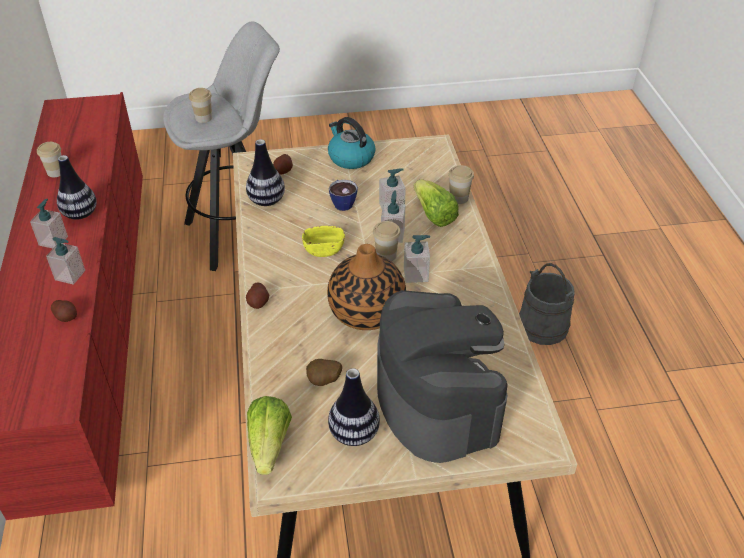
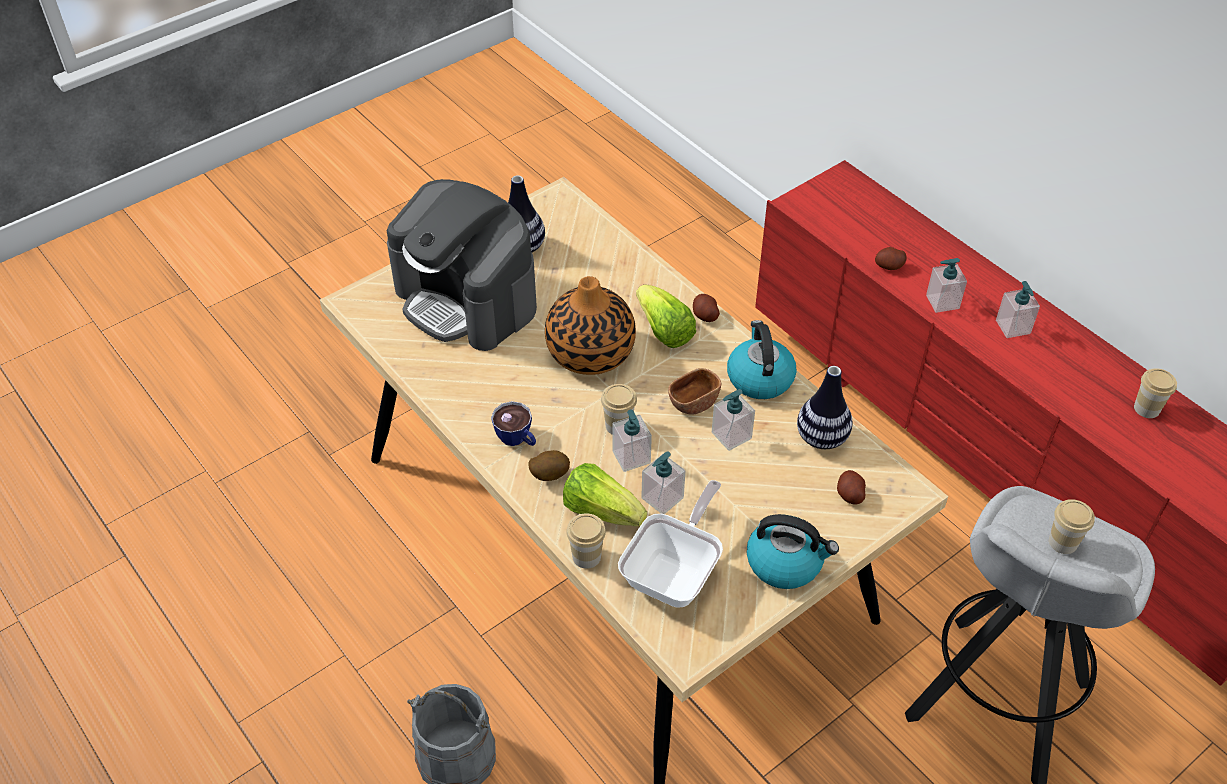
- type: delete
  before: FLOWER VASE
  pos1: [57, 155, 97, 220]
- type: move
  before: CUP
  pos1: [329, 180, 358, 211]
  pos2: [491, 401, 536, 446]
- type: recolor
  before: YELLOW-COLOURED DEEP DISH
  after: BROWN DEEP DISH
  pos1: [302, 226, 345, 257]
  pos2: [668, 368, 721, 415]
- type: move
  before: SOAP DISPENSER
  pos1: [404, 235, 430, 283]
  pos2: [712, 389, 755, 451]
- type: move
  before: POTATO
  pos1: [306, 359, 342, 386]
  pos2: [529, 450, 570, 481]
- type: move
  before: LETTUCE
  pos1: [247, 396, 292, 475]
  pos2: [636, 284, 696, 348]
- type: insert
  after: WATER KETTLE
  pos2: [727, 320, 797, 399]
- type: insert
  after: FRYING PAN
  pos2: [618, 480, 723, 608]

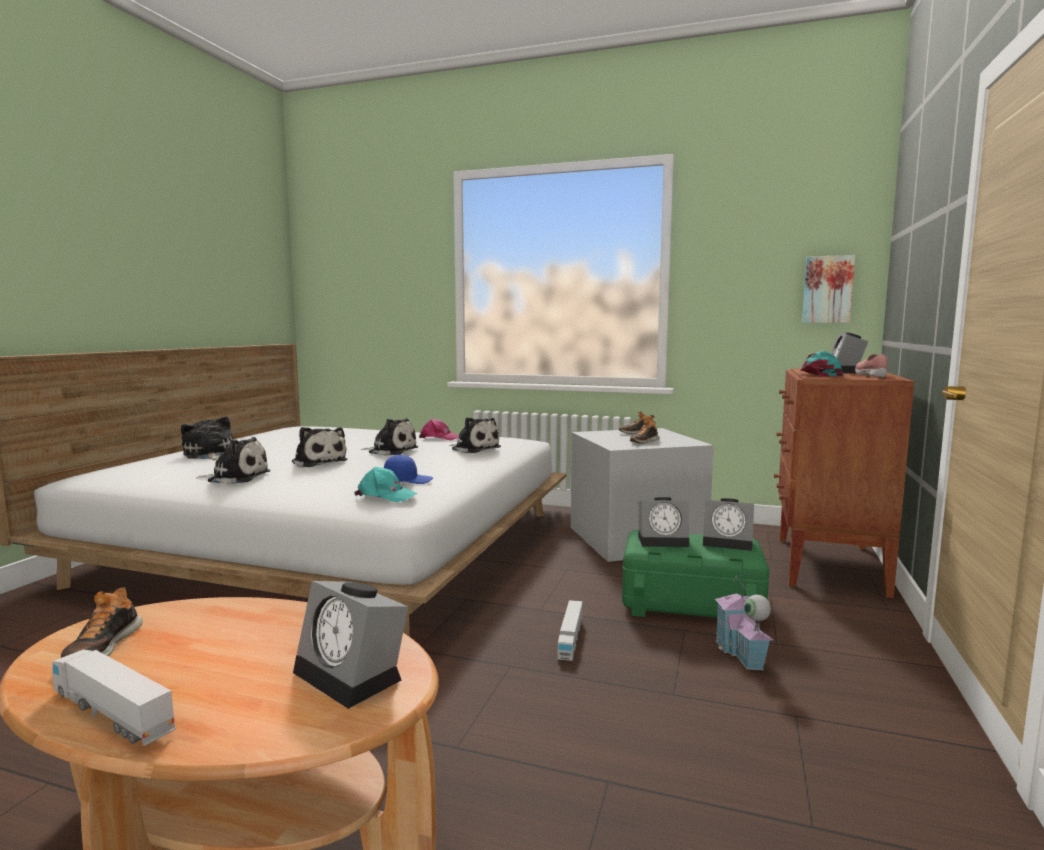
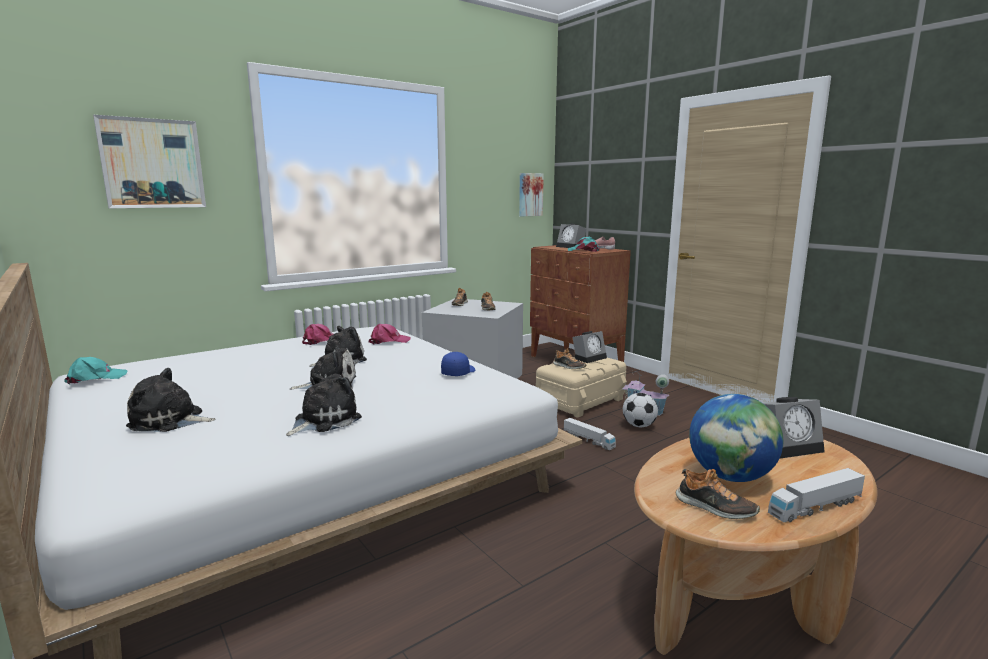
- type: replace
  before: SOFT TOY
  after: PINK-COLOURED BASEBALL CAP
  pos1: [449, 417, 501, 453]
  pos2: [369, 324, 410, 345]
- type: move
  before: TURQUOISE-COLOURED BASEBALL CAP
  pos1: [354, 467, 418, 502]
  pos2: [64, 357, 127, 385]
- type: replace
  before: BEDSIDE CLOCK
  after: ITEM OF FOOTWEAR
  pos1: [638, 497, 689, 547]
  pos2: [553, 349, 586, 369]
- type: recolor
  before: GREEN STORAGE CONTAINER
  after: SAND-COLOURED STORAGE CONTAINER
  pos1: [622, 530, 769, 622]
  pos2: [536, 358, 627, 418]
- type: insert
  after: WALL ART
  pos2: [93, 115, 206, 208]
- type: insert
  after: FOOTBALL BALL
  pos2: [623, 393, 658, 427]
- type: insert
  after: DESK GLOBE
  pos2: [689, 394, 783, 482]

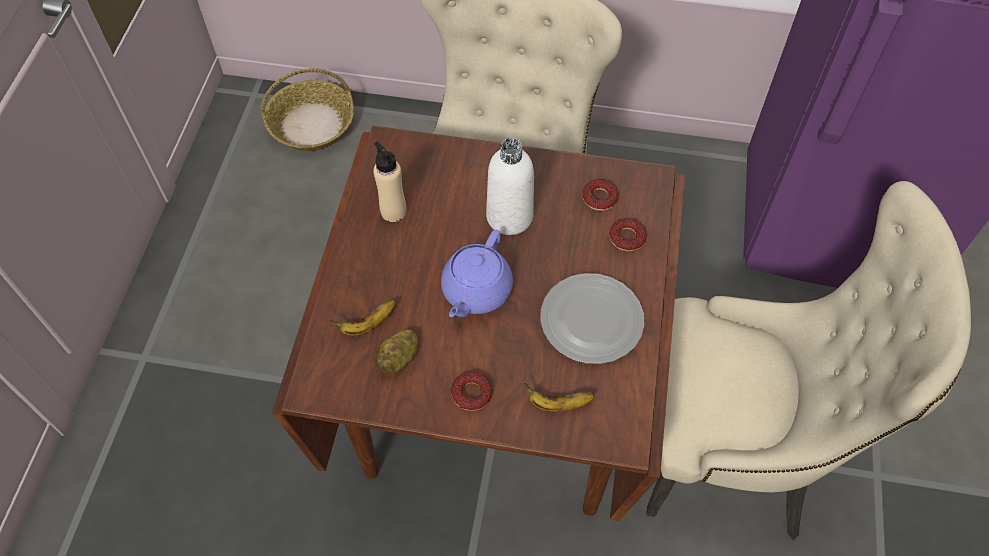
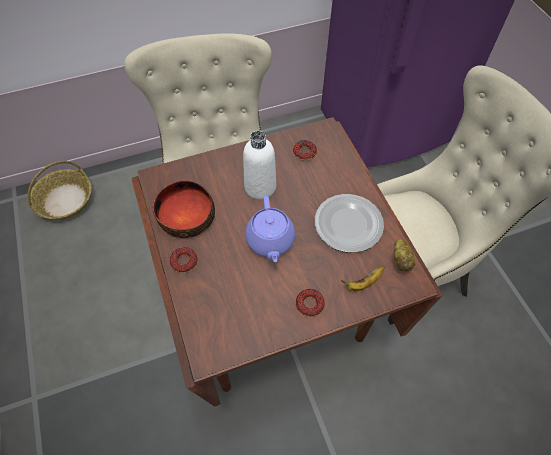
- type: replace
  before: SAND-COLOURED DRINK BOTTLE
  after: DEEP DISH
  pos1: [373, 142, 406, 222]
  pos2: [153, 181, 215, 238]
- type: move
  before: RING DOUGHNUT
  pos1: [609, 218, 647, 251]
  pos2: [170, 247, 197, 273]
- type: delete
  before: BANANA
  pos1: [329, 299, 395, 336]
- type: move
  before: POTATO
  pos1: [374, 329, 418, 374]
  pos2: [394, 239, 416, 271]

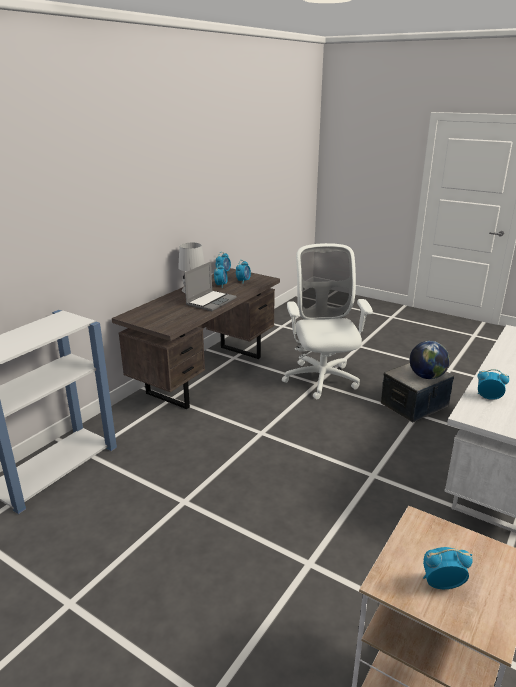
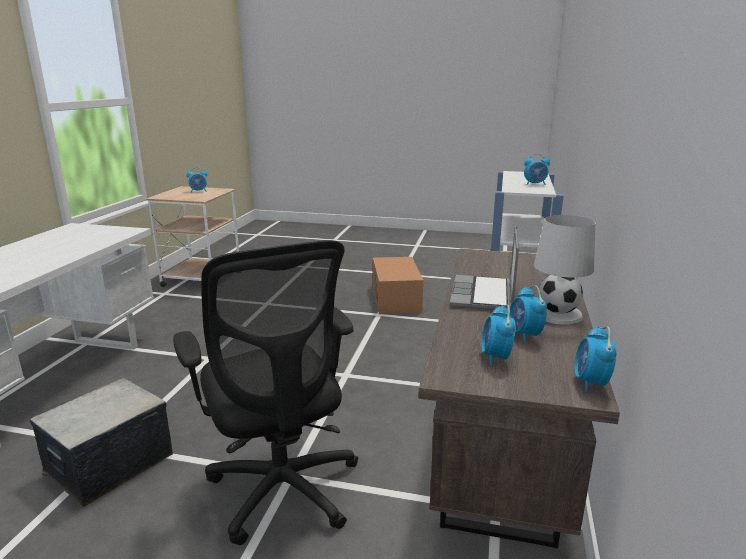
- type: recolor
  before: WHITE-COLOURED OFFICE CHAIR
  after: BLACK OFFICE CHAIR
  pos1: [282, 243, 373, 399]
  pos2: [173, 240, 358, 545]
- type: delete
  before: DESK GLOBE
  pos1: [410, 341, 450, 379]
- type: move
  before: BEDSIDE CLOCK
  pos1: [478, 369, 509, 400]
  pos2: [524, 154, 550, 185]
- type: insert
  after: CARDBOARD BOX
  pos2: [373, 257, 423, 314]

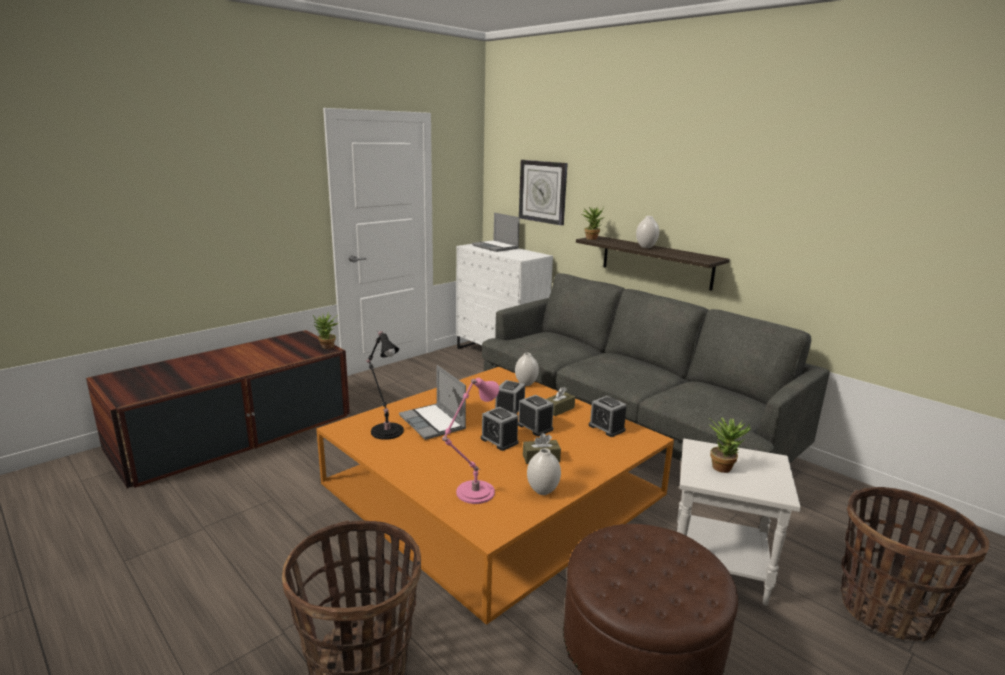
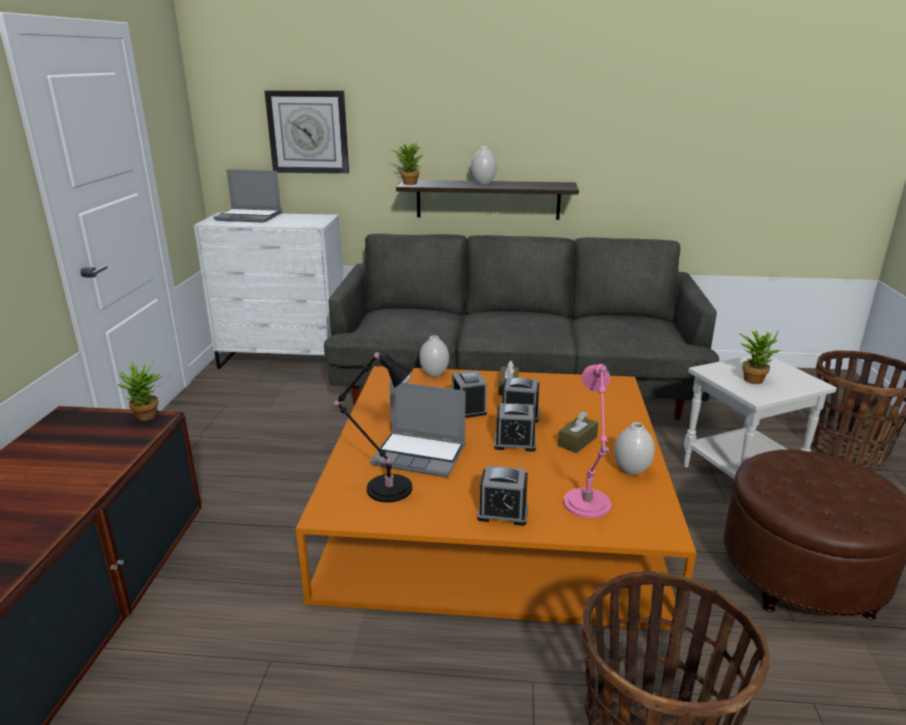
- type: move
  before: BEDSIDE CLOCK
  pos1: [589, 396, 627, 437]
  pos2: [477, 465, 528, 526]

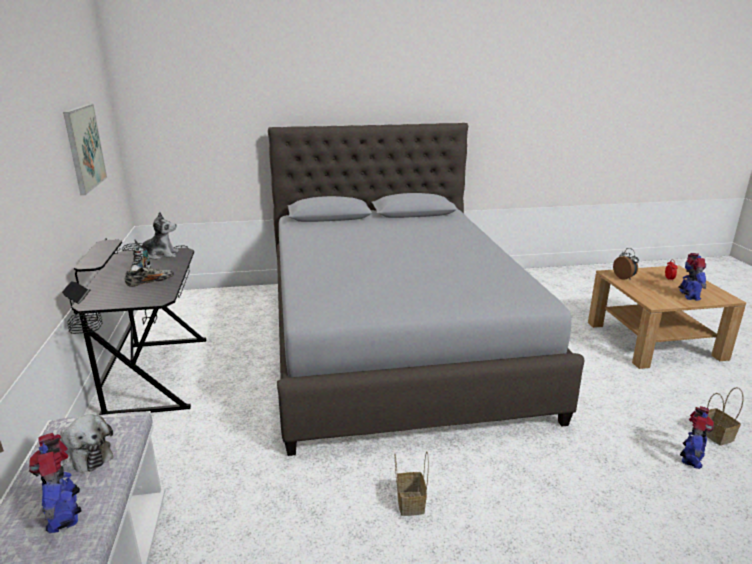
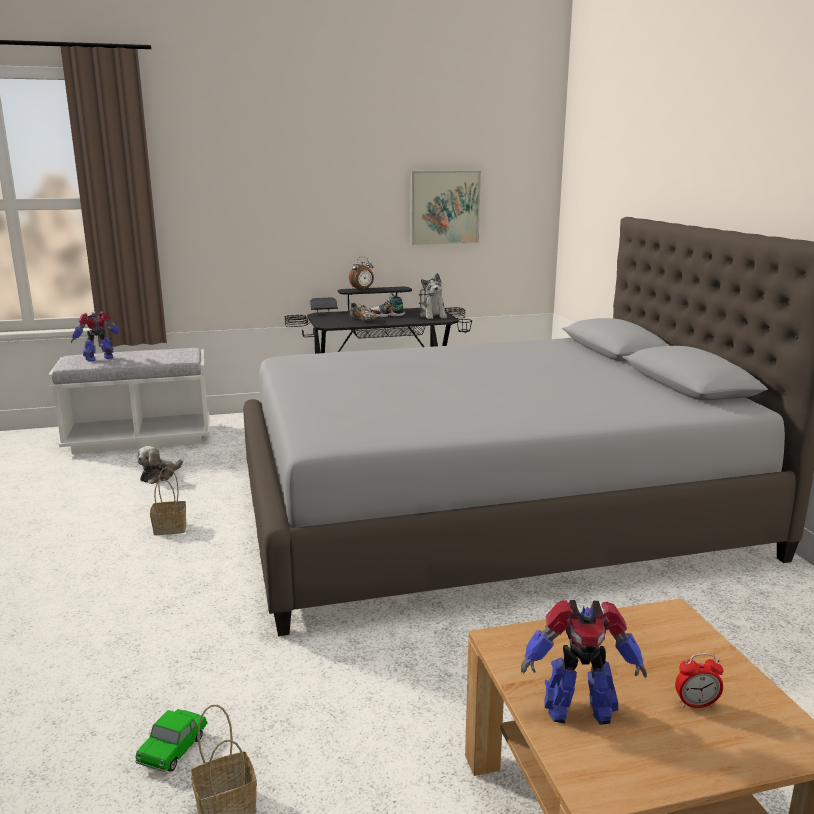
- type: move
  before: BEDSIDE CLOCK
  pos1: [613, 248, 639, 279]
  pos2: [349, 257, 374, 290]
- type: replace
  before: TOY ROBOT
  after: MODEL CAR
  pos1: [680, 406, 714, 469]
  pos2: [135, 709, 208, 772]
- type: move
  before: SOFT TOY
  pos1: [61, 414, 113, 473]
  pos2: [137, 446, 183, 484]

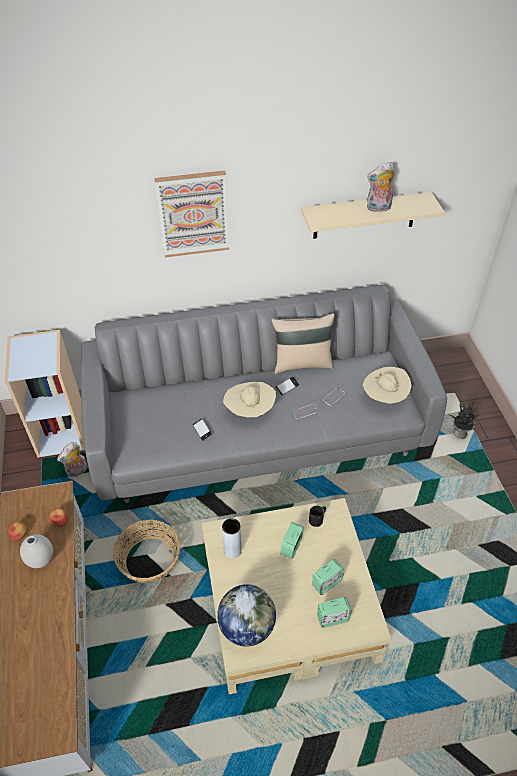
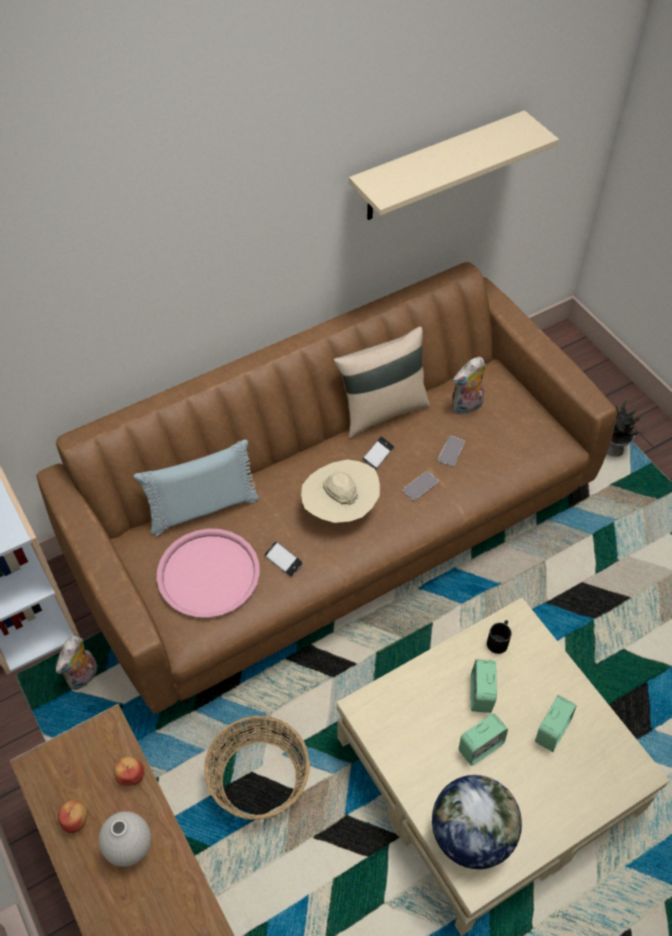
- type: move
  before: SOFT TOY
  pos1: [367, 162, 395, 213]
  pos2: [451, 357, 485, 415]
- type: delete
  before: WALL ART
  pos1: [154, 171, 229, 258]
- type: recolor
  before: GRAY SOFA
  after: BROWN SOFA
  pos1: [81, 285, 447, 503]
  pos2: [36, 262, 617, 713]
- type: delete
  before: SAND-COLOURED CLOTHING HAT
  pos1: [363, 367, 412, 404]
- type: delete
  before: GRAY FLOWER VASE
  pos1: [222, 518, 242, 558]
- type: move
  before: BEDSIDE CLOCK
  pos1: [317, 597, 352, 628]
  pos2: [459, 714, 508, 766]
- type: insert
  after: BLUE-COLOURED PILLOW
  pos2: [133, 440, 259, 537]
- type: insert
  after: PINK-COLOURED CARRYING TRAY
  pos2: [157, 529, 260, 618]

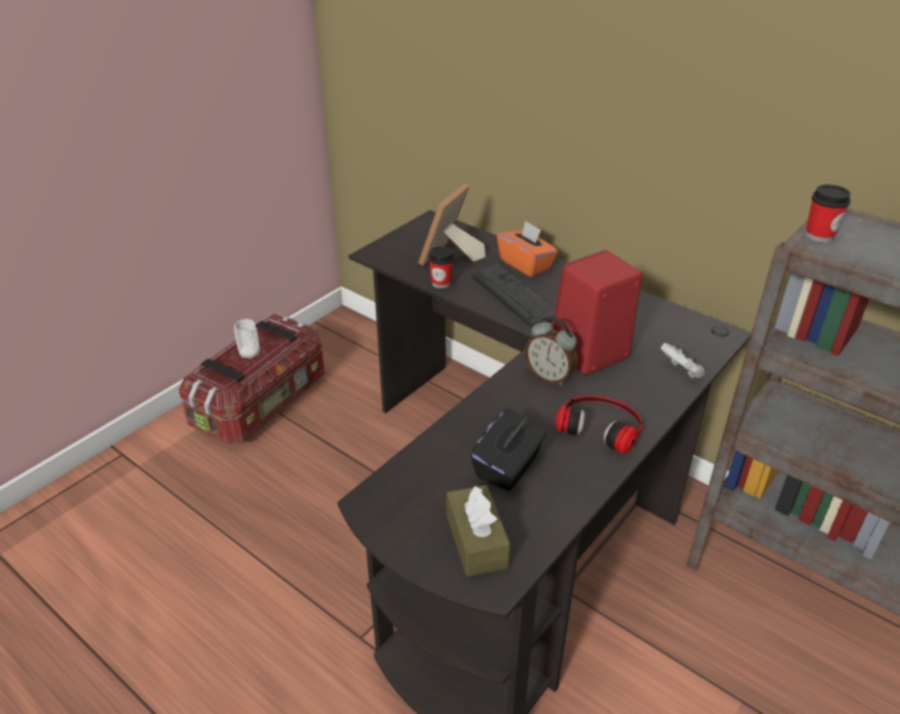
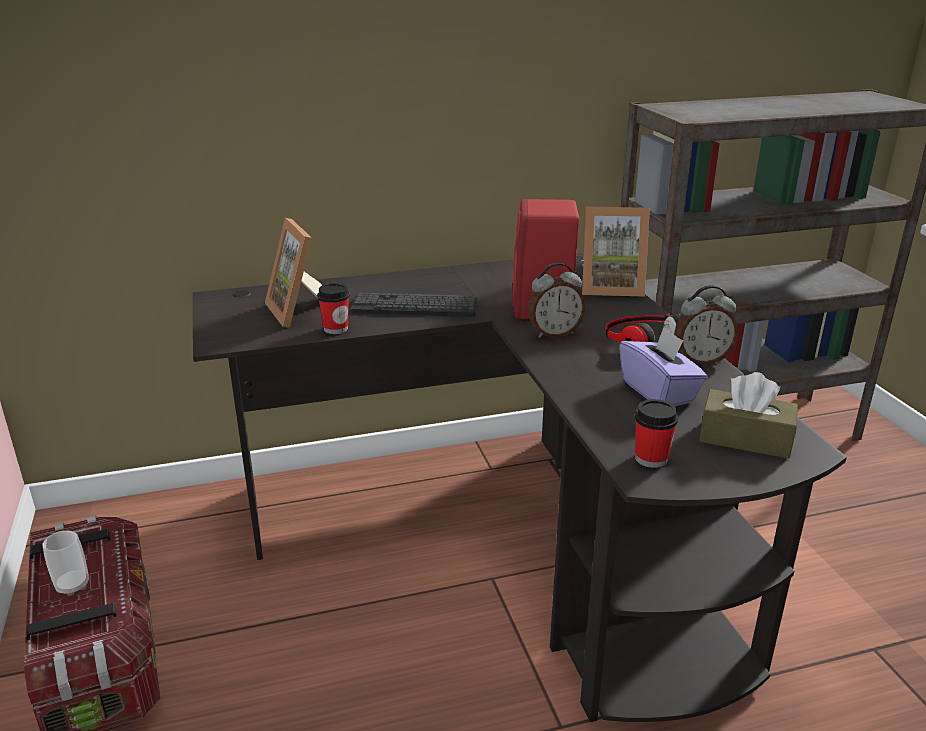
- type: move
  before: CUP
  pos1: [805, 184, 851, 243]
  pos2: [635, 399, 678, 468]
- type: delete
  before: ORANGE-COLOURED BOX OF TISSUES
  pos1: [497, 221, 558, 277]
- type: replace
  before: WHITE-COLOURED GAMEPAD
  after: STANDING FRAME
  pos1: [661, 343, 706, 379]
  pos2: [582, 206, 650, 297]
- type: recolor
  before: BLACK BOX OF TISSUES
  after: PURPLISH BOX OF TISSUES
  pos1: [470, 408, 547, 491]
  pos2: [619, 327, 707, 406]
- type: insert
  after: BEDSIDE CLOCK
  pos2: [674, 285, 738, 365]

